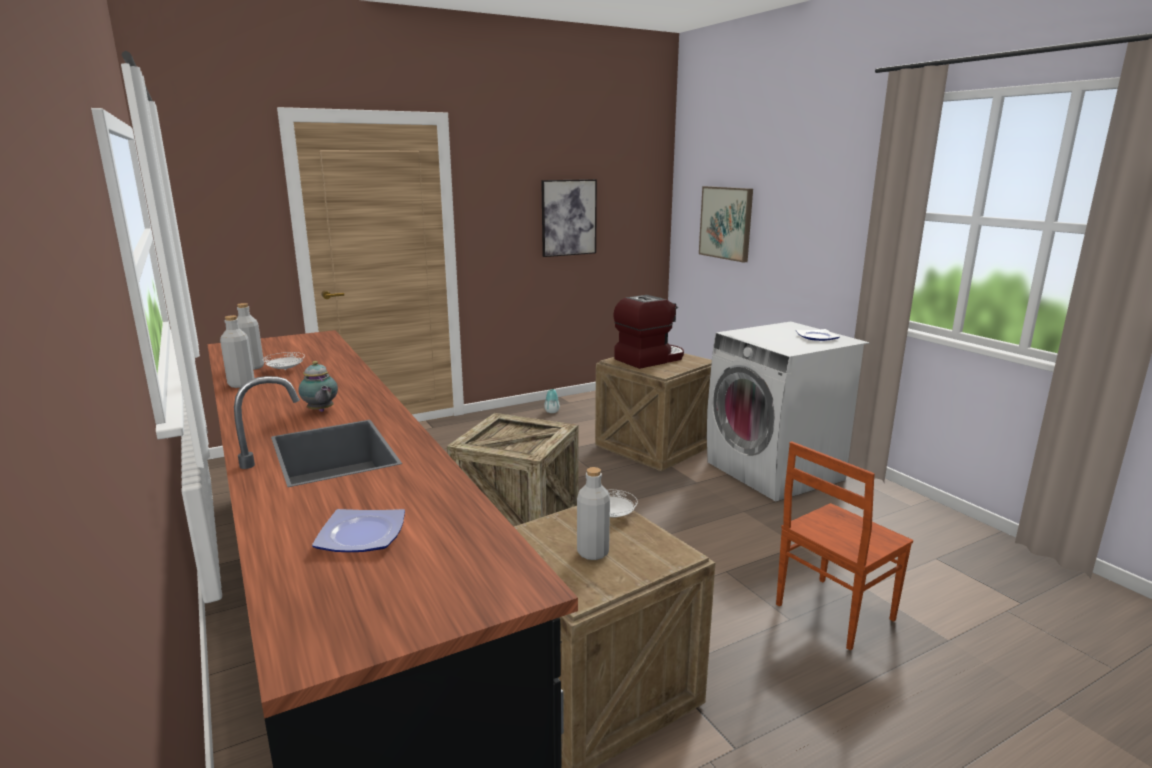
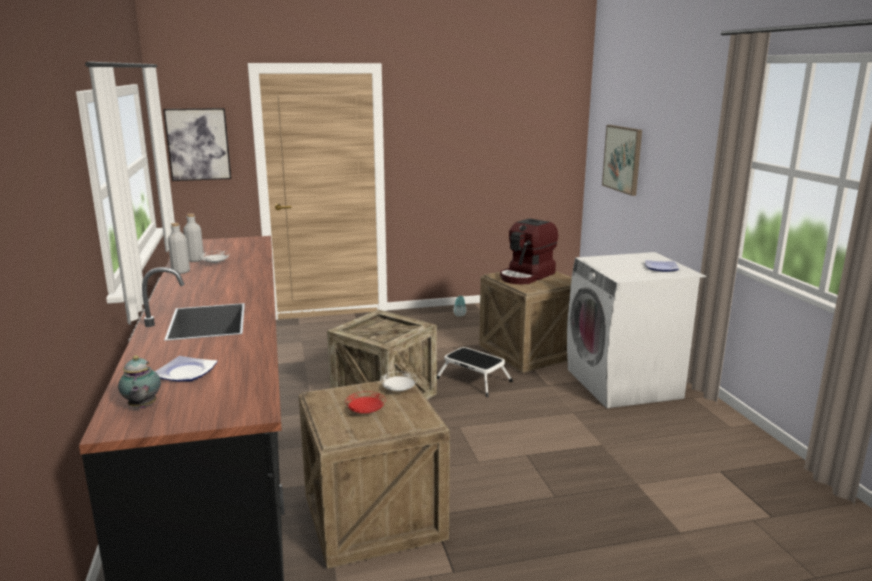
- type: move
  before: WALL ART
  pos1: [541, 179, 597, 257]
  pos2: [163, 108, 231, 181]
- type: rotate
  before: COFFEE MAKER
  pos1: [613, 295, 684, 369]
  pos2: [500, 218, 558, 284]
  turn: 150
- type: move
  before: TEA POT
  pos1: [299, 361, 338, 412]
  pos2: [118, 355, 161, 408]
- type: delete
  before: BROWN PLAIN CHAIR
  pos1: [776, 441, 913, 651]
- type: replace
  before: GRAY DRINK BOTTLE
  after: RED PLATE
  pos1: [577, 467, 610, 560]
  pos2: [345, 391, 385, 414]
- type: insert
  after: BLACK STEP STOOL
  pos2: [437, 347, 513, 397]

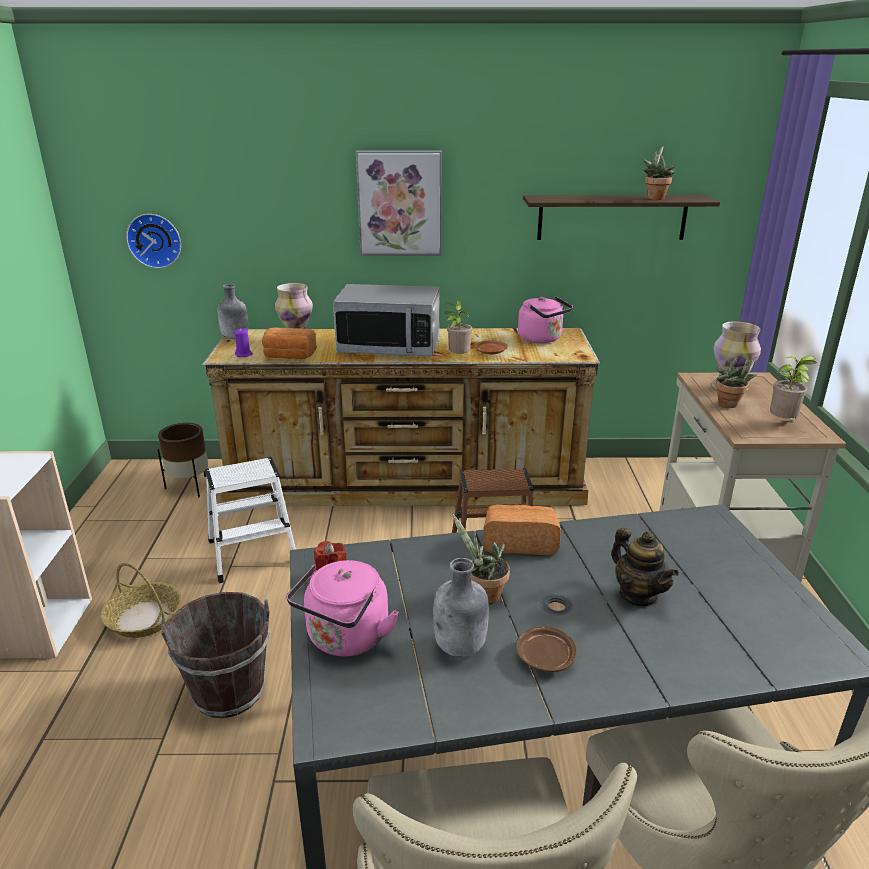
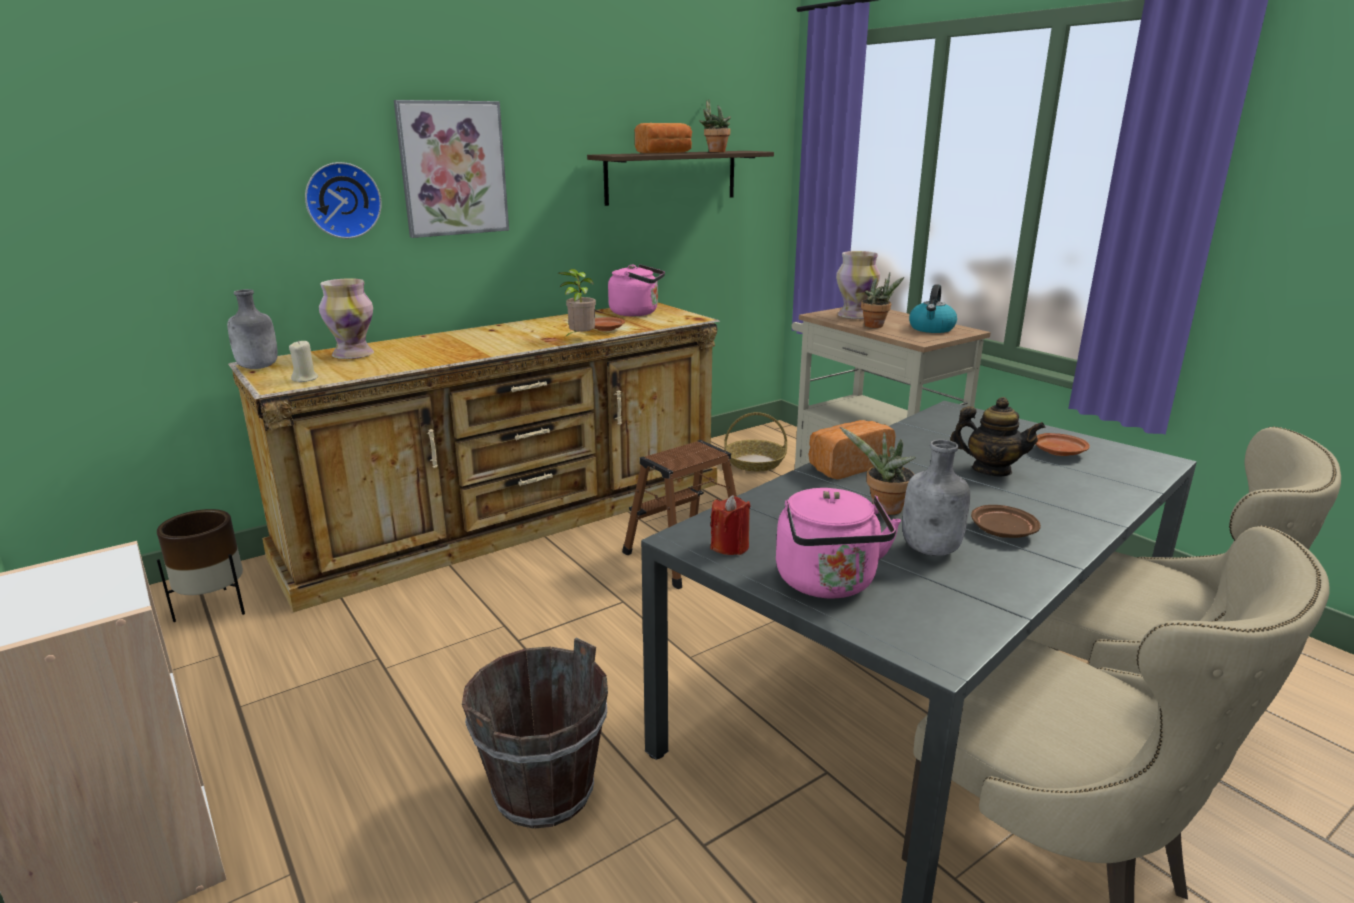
- type: move
  before: WALL CLOCK
  pos1: [126, 214, 181, 268]
  pos2: [305, 162, 382, 239]
- type: delete
  before: MICROWAVE
  pos1: [333, 284, 440, 356]
- type: recolor
  before: PURPLISH WAX CANDLE
  after: SAND-COLOURED WAX CANDLE
  pos1: [234, 328, 253, 357]
  pos2: [289, 340, 318, 382]
- type: move
  before: BAKED BREAD
  pos1: [262, 328, 317, 359]
  pos2: [635, 123, 692, 153]
- type: replace
  before: PLANT IN A POT
  after: WATER KETTLE
  pos1: [770, 356, 817, 420]
  pos2: [909, 284, 957, 333]
- type: delete
  before: WHITE-COLOURED STEP STOOL
  pos1: [205, 457, 296, 583]
- type: move
  before: STORAGE BASKET
  pos1: [101, 563, 182, 638]
  pos2: [724, 412, 787, 471]
- type: insert
  after: BROWN PLATE
  pos2: [1036, 433, 1090, 456]

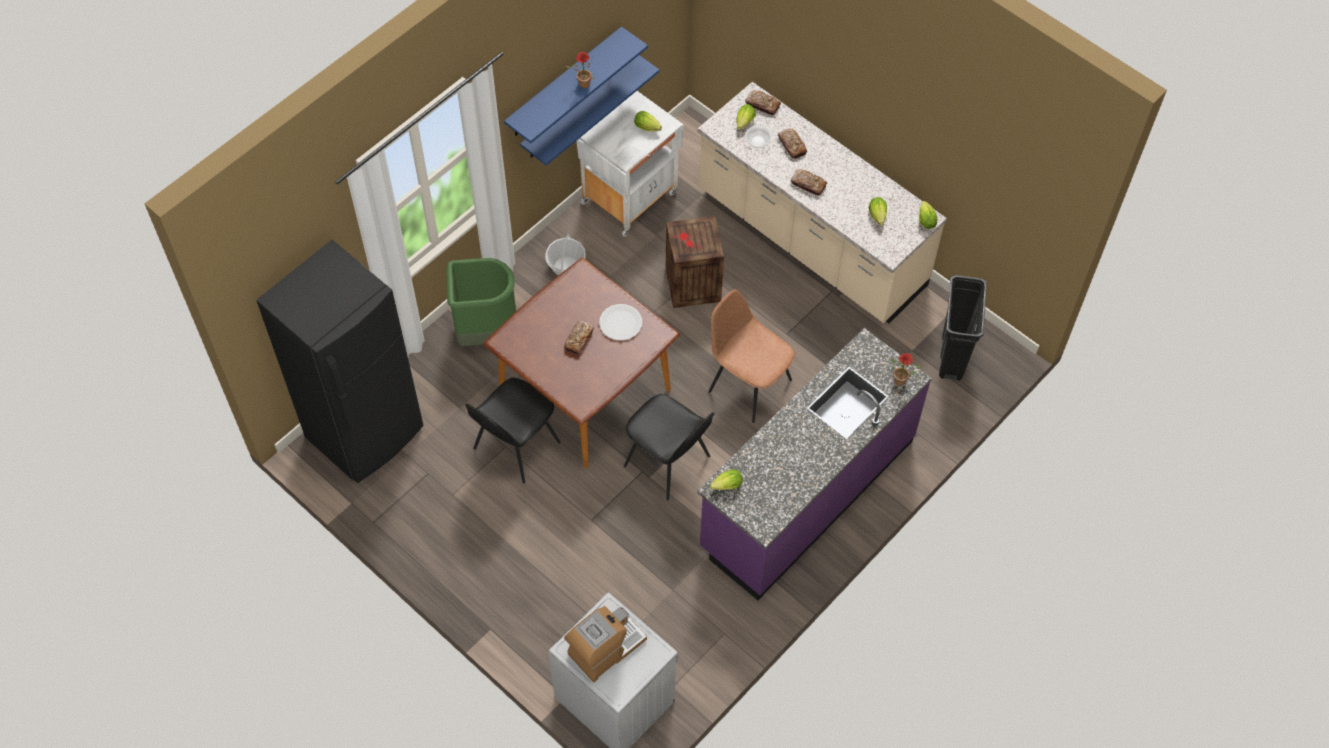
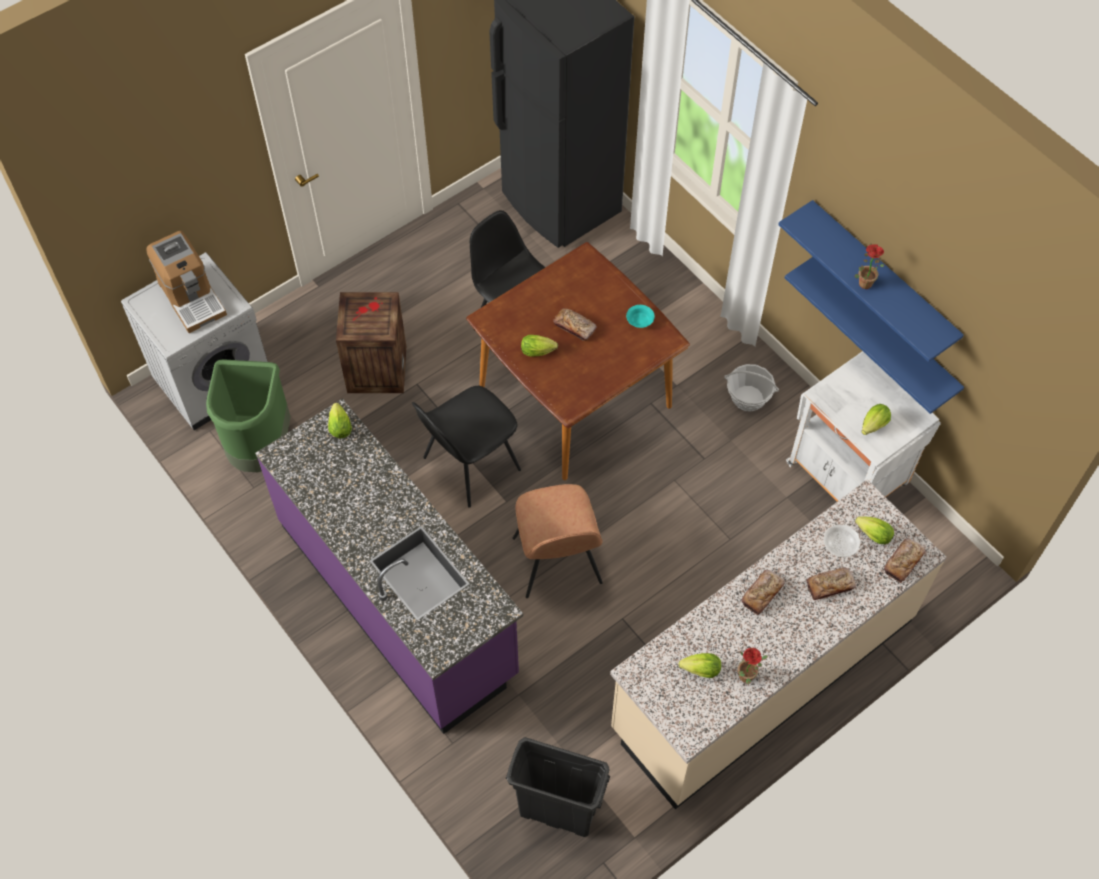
- type: move
  before: LETTUCE
  pos1: [919, 201, 937, 229]
  pos2: [521, 335, 558, 356]
- type: move
  before: PACKING CRATE
  pos1: [666, 216, 724, 308]
  pos2: [336, 292, 406, 393]
- type: move
  before: GREEN RUBBISH BIN
  pos1: [446, 258, 516, 346]
  pos2: [206, 359, 291, 472]
- type: rotate
  before: BROWN PLAIN CHAIR
  pos1: [708, 289, 795, 423]
  pos2: [512, 484, 603, 598]
  turn: 120
- type: delete
  before: WHITE-COLOURED PLATE
  pos1: [599, 304, 642, 341]
- type: move
  before: PLANT IN A POT
  pos1: [891, 353, 922, 386]
  pos2: [738, 648, 768, 684]
- type: insert
  after: TURQUOISE-COLOURED DEEP DISH
  pos2: [626, 305, 655, 328]

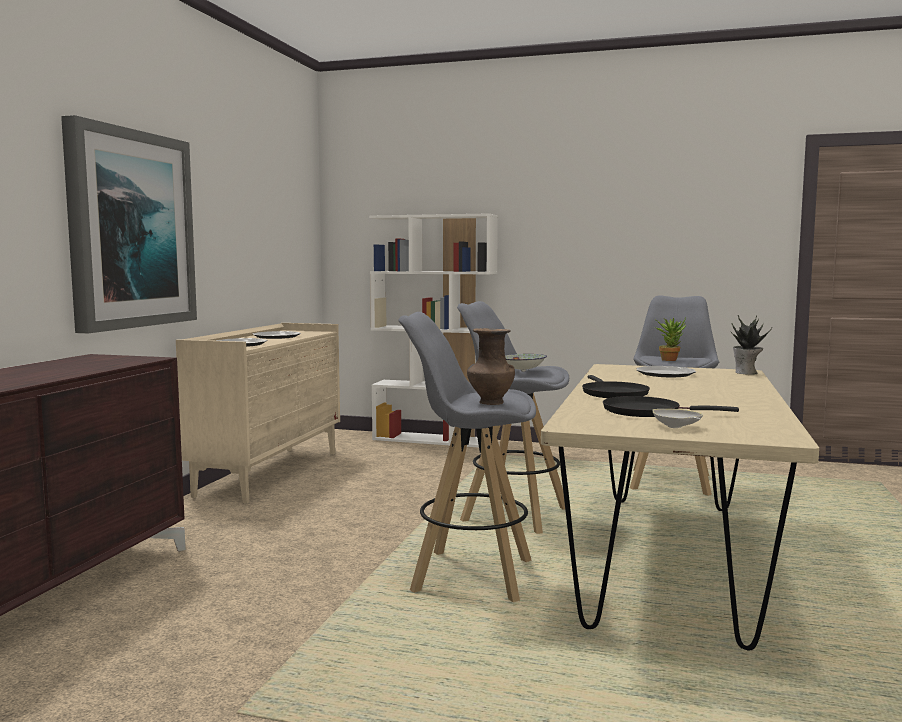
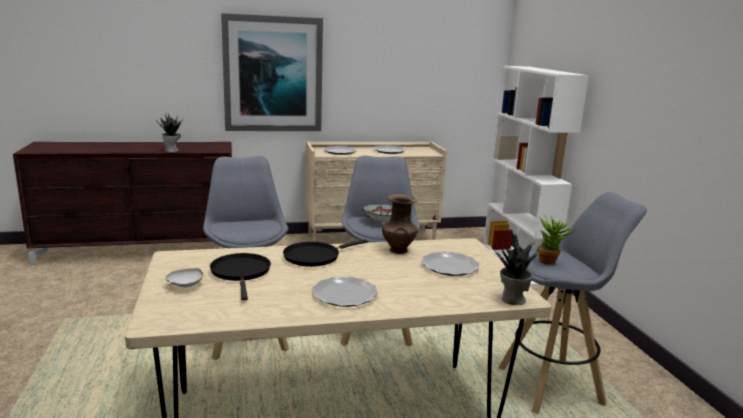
- type: move
  before: BROWN FLOWER VASE
  pos1: [467, 328, 515, 405]
  pos2: [382, 194, 418, 254]
- type: insert
  after: PLANT IN A POT
  pos2: [156, 114, 183, 152]
- type: insert
  after: PLATE
  pos2: [312, 276, 378, 307]

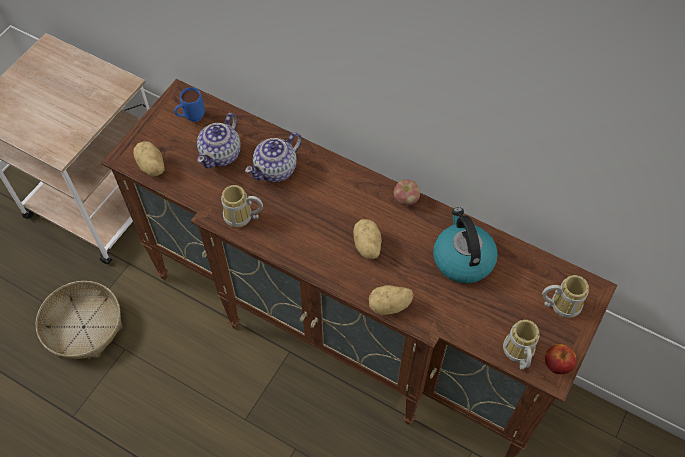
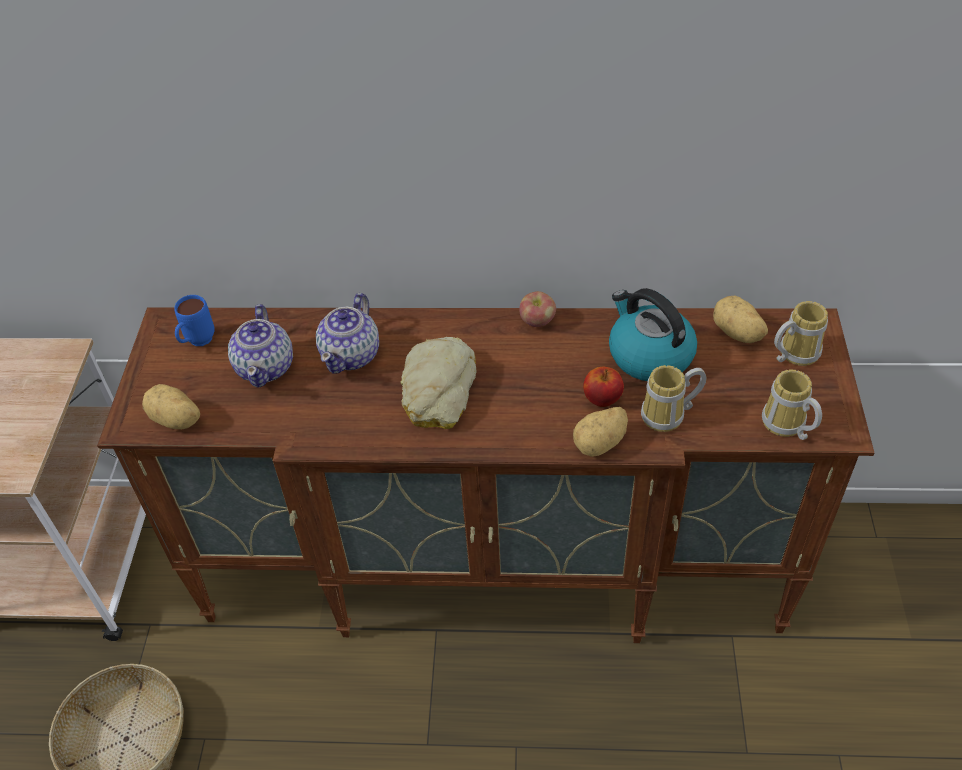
- type: move
  before: TEA MUG
  pos1: [221, 185, 263, 228]
  pos2: [641, 365, 706, 432]
- type: move
  before: POTATO
  pos1: [353, 219, 382, 260]
  pos2: [713, 296, 768, 343]
- type: move
  before: APPLE
  pos1: [545, 344, 576, 374]
  pos2: [583, 367, 624, 407]
- type: insert
  after: BAKED BREAD
  pos2: [401, 337, 477, 429]

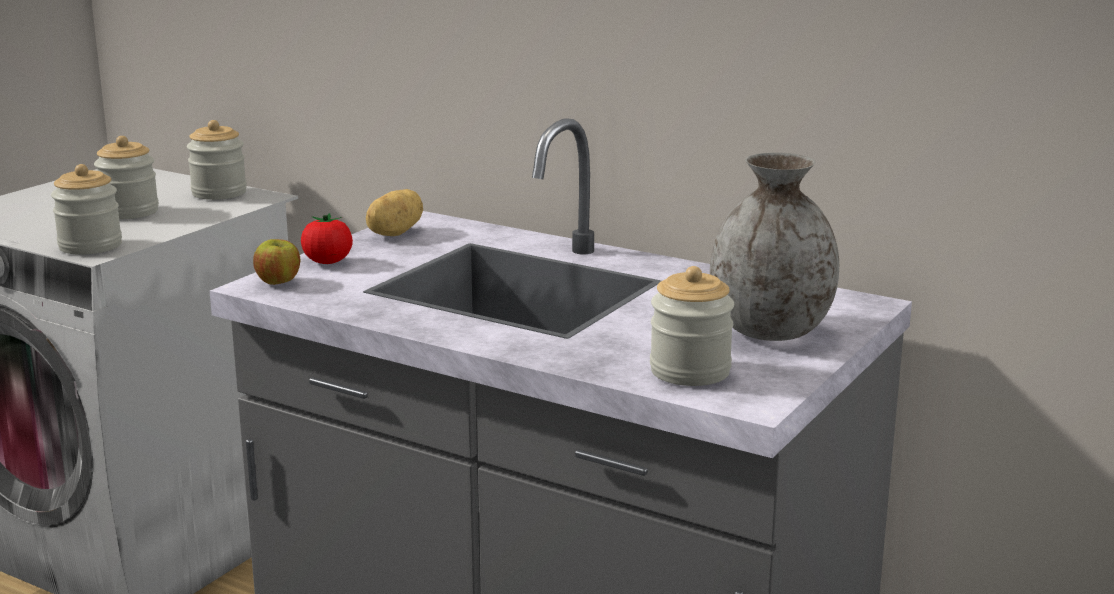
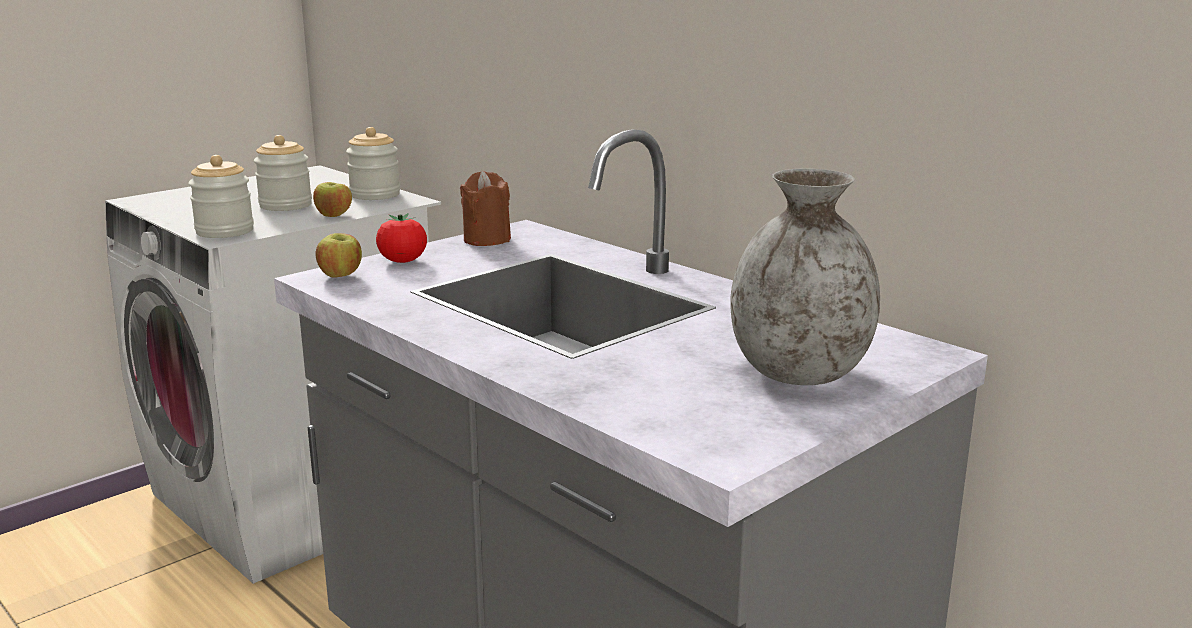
- type: replace
  before: POTATO
  after: BROWN WAX CANDLE
  pos1: [366, 189, 423, 236]
  pos2: [460, 171, 511, 246]
- type: delete
  before: STORAGE JAR
  pos1: [650, 266, 734, 386]
- type: insert
  after: APPLE
  pos2: [313, 182, 352, 217]

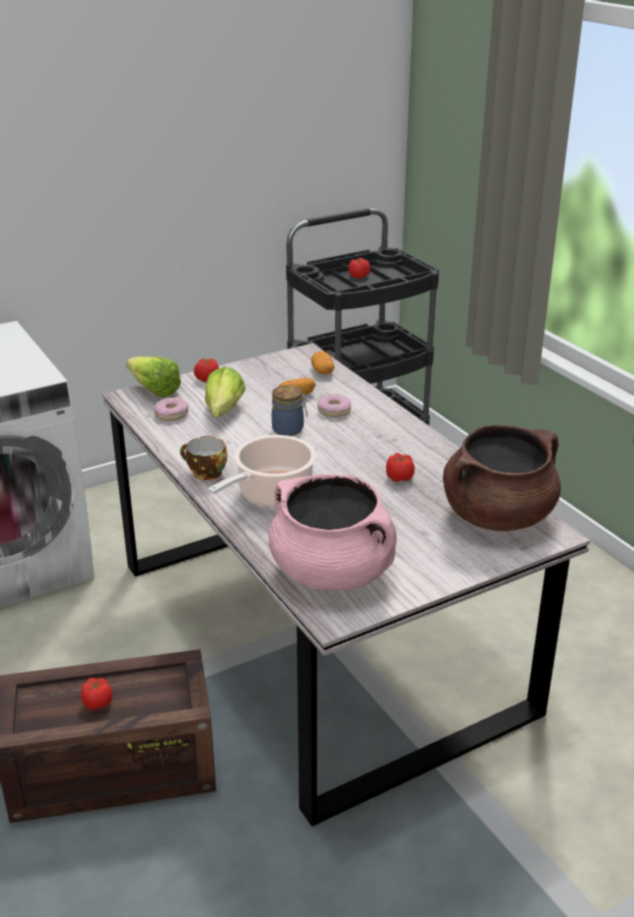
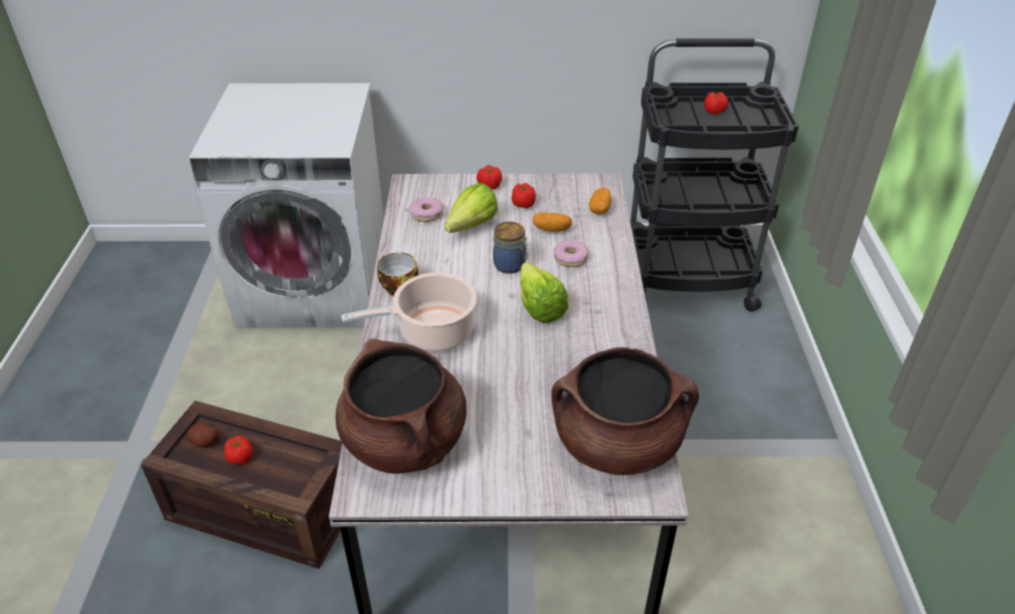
- type: move
  before: LETTUCE
  pos1: [126, 356, 181, 397]
  pos2: [520, 262, 569, 323]
- type: move
  before: WHOLE TOMATO
  pos1: [386, 453, 415, 482]
  pos2: [512, 183, 536, 208]
- type: recolor
  before: PINK-COLOURED STOCKPOT
  after: BROWN STOCKPOT
  pos1: [269, 474, 397, 590]
  pos2: [336, 338, 467, 474]
- type: insert
  after: POTATO
  pos2: [187, 423, 220, 447]

